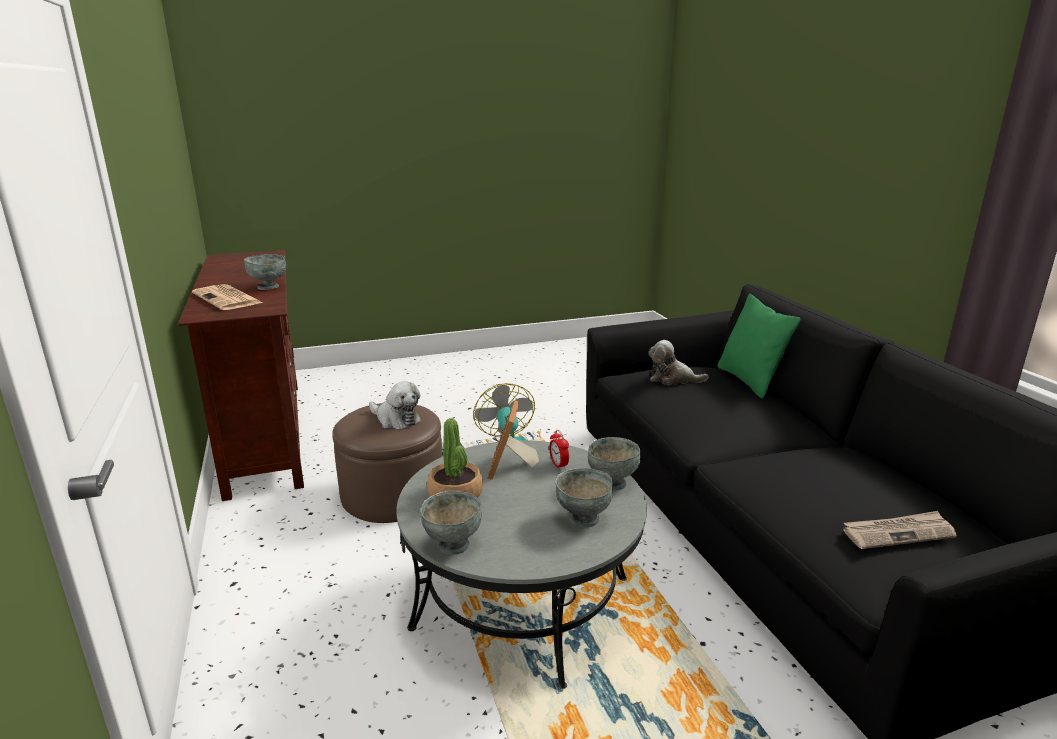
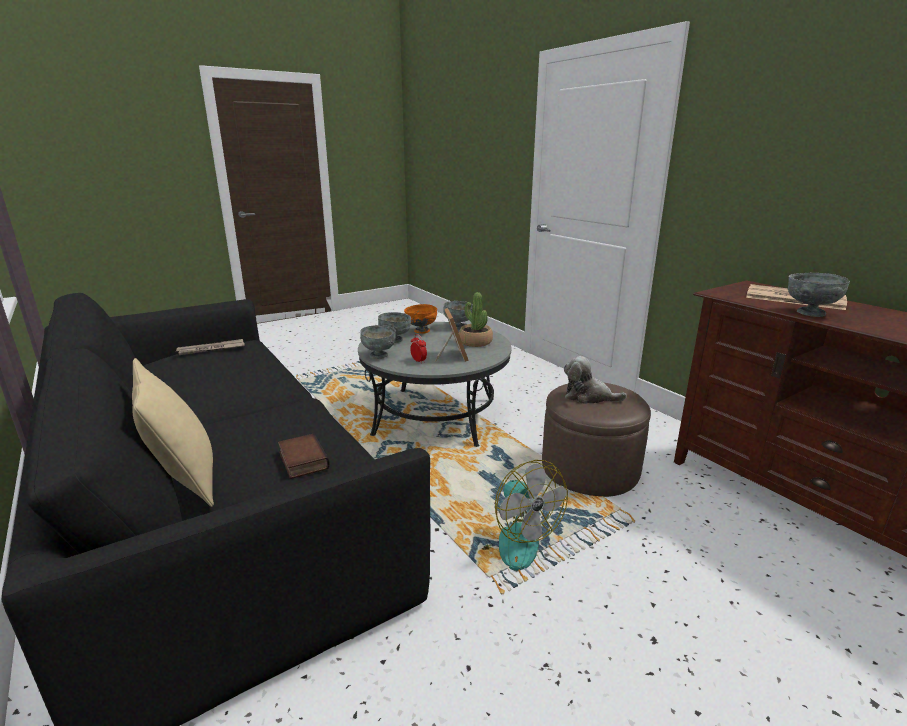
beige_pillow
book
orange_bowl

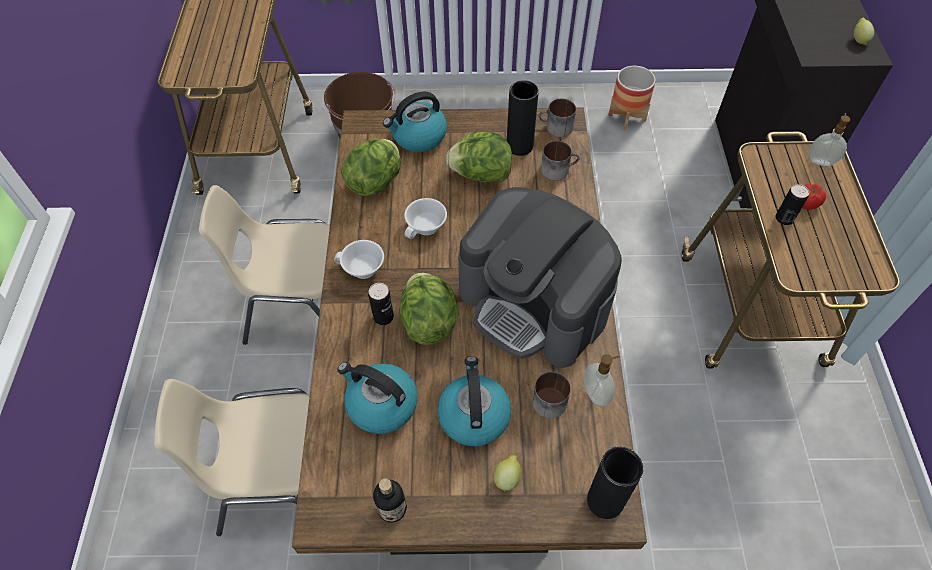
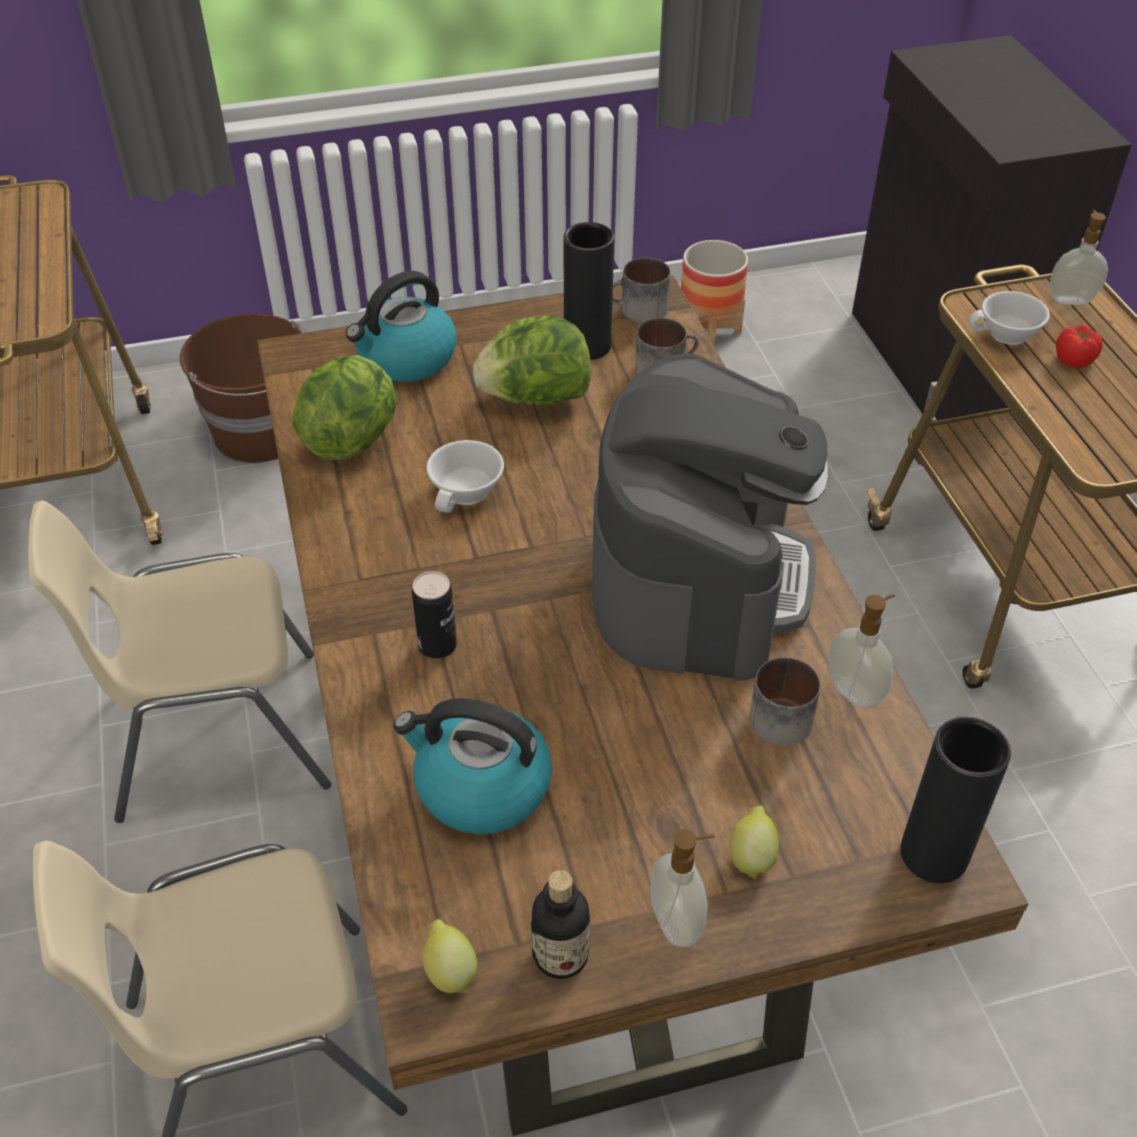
lemon (1st from left)
can (2nd from left in the first image)
coffee_machine
white_cup (2nd from left)
lettuce (2nd from left in the first image)
kettle (3rd from left in the first image)
soap_dispenser (1st from left)

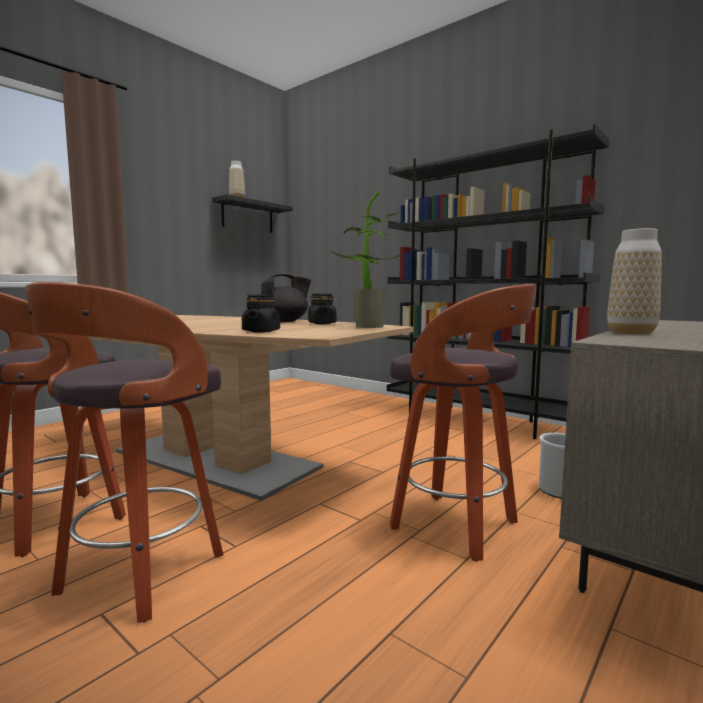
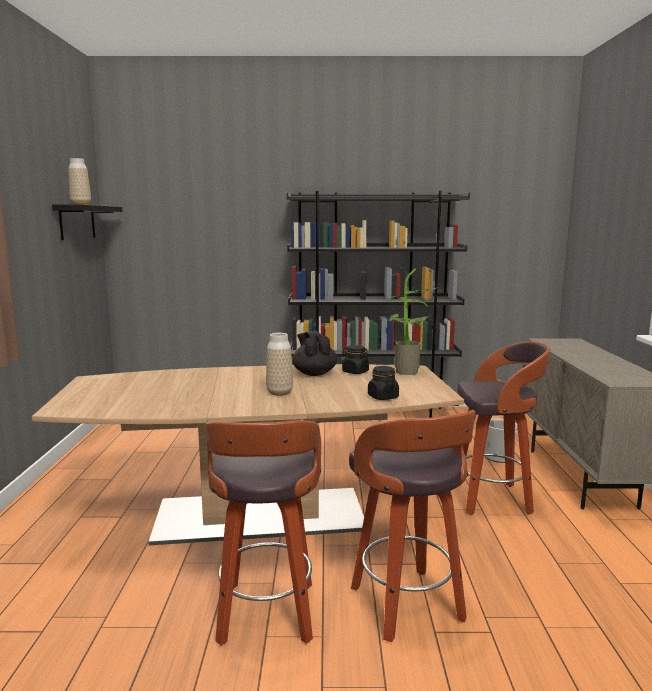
vase (2nd from left)
black_teapot

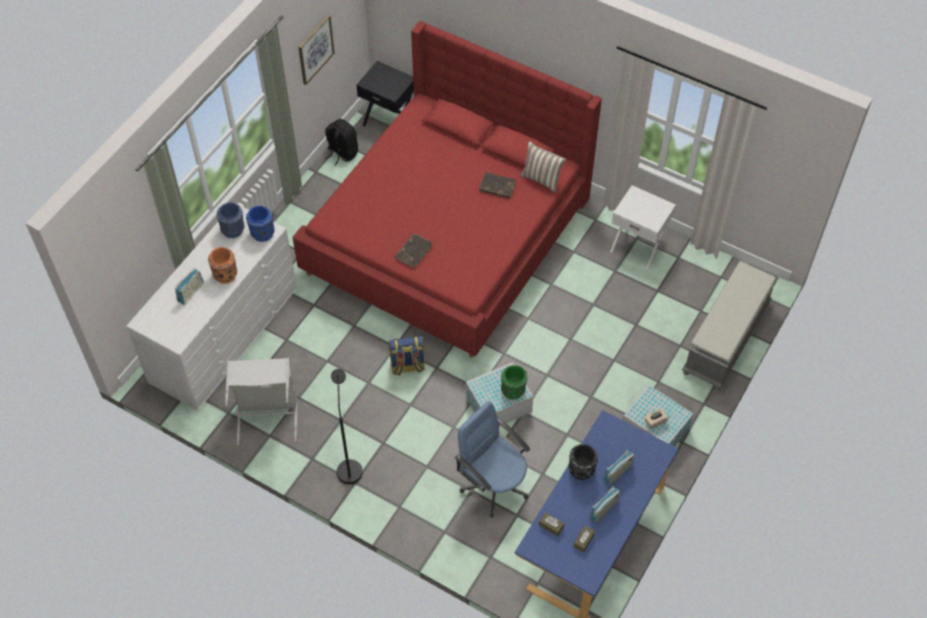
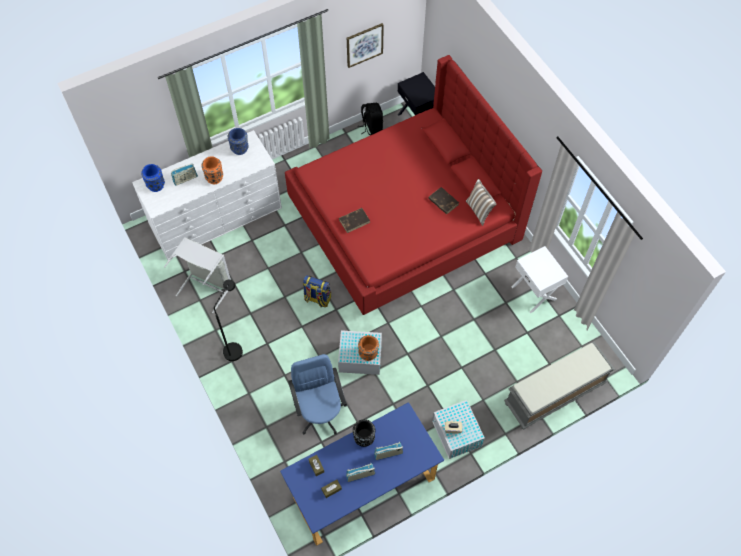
blue_vase (1st from left)
orange_vase (2nd from left)

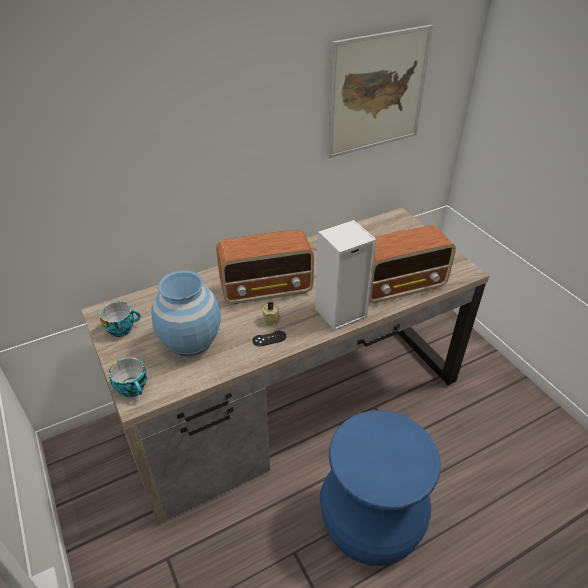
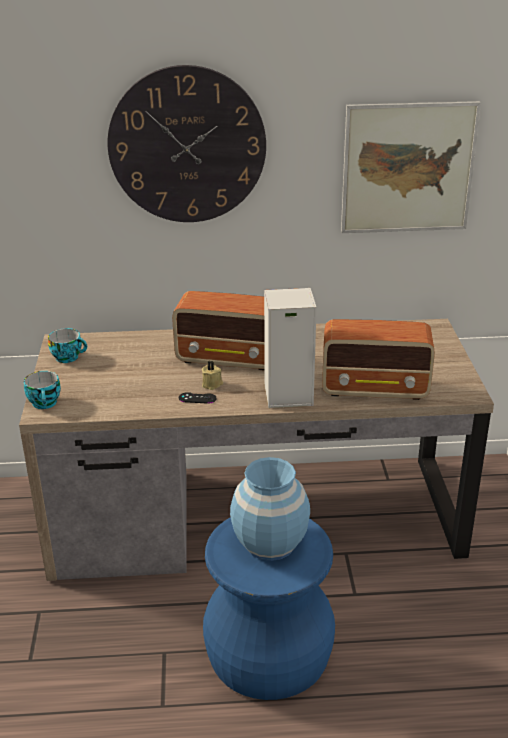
blue_vase
wall_clock

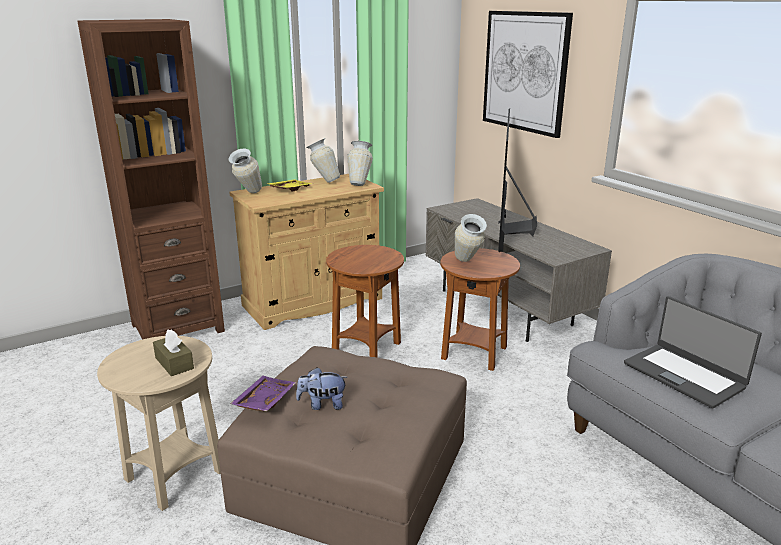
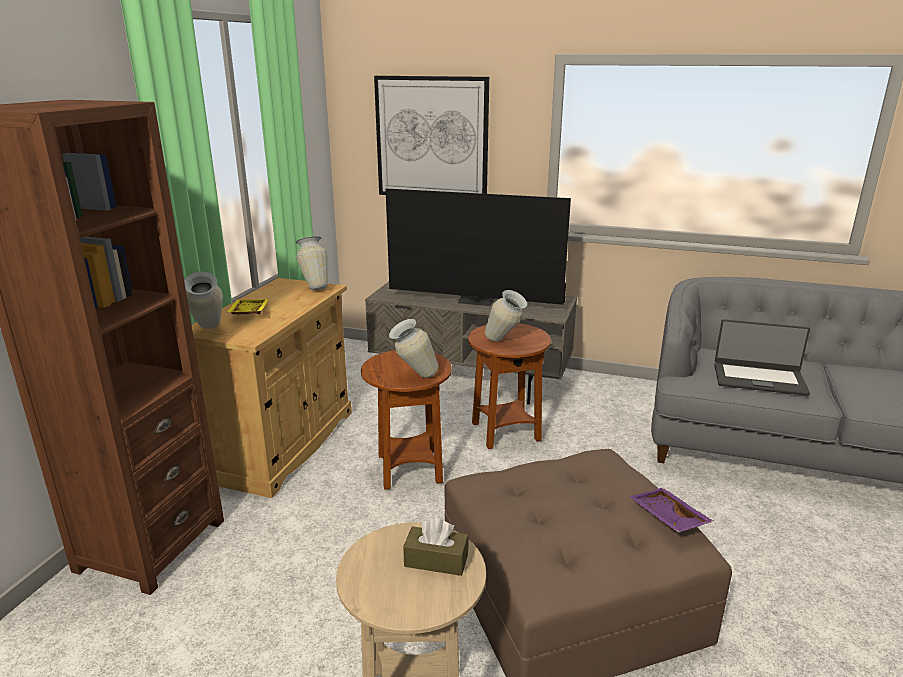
television
vase (3rd from left)
plush_toy
purple_tray

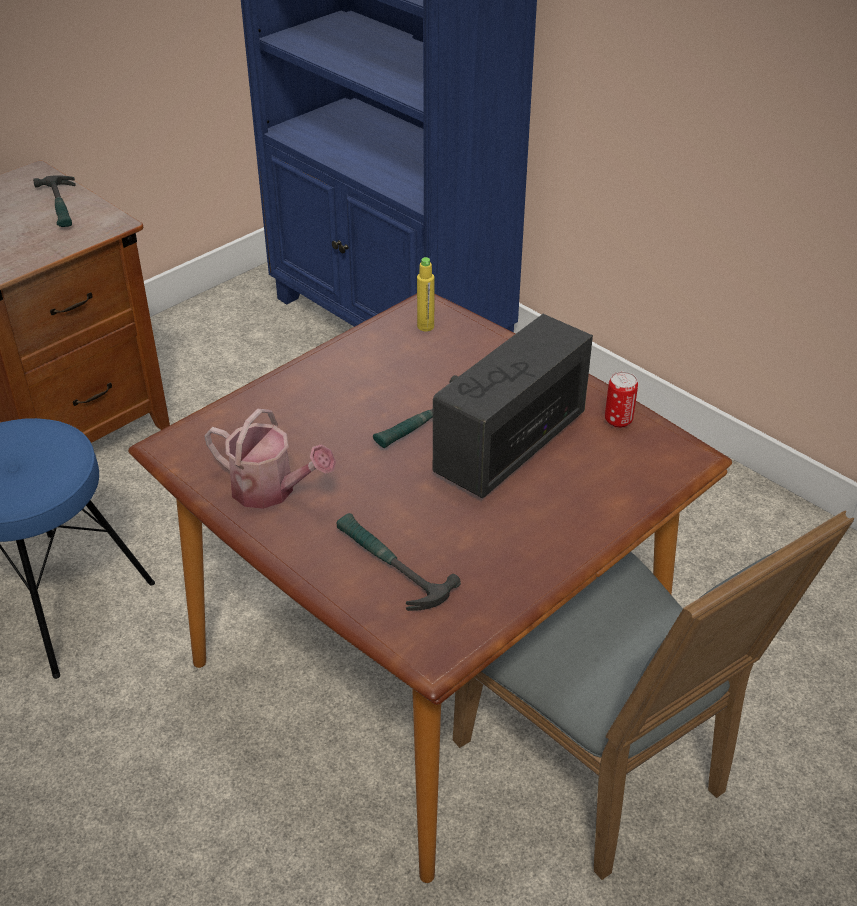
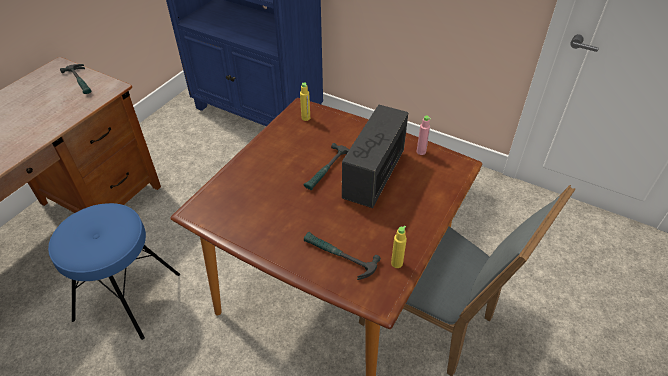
pink_bottle
watering_can
yellow_bottle (2nd from left)

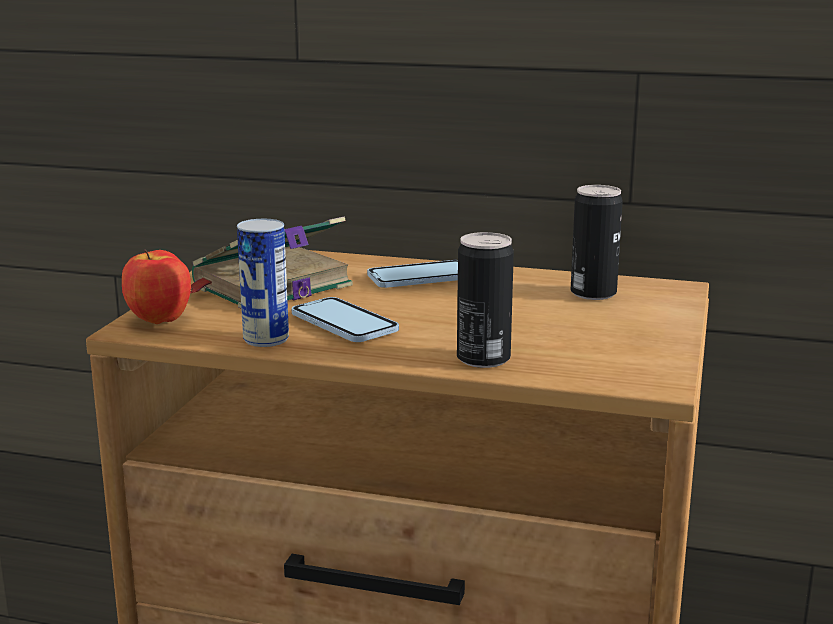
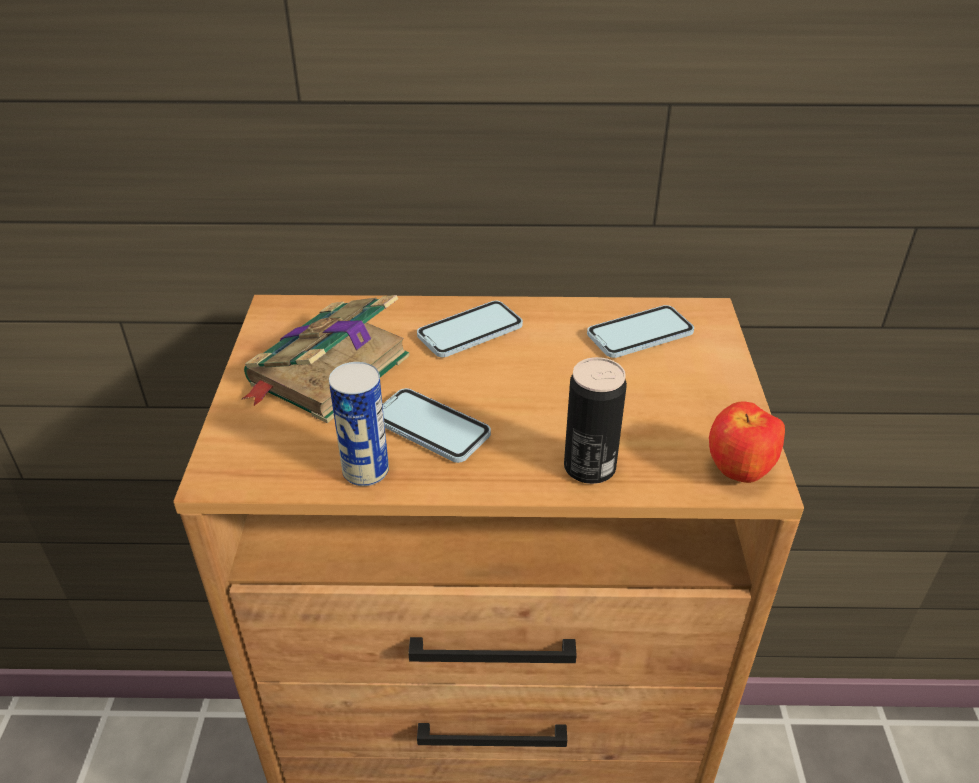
phone (3rd from left)
apple

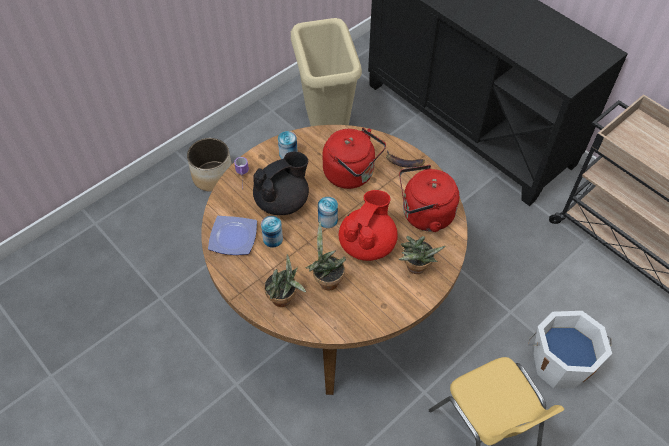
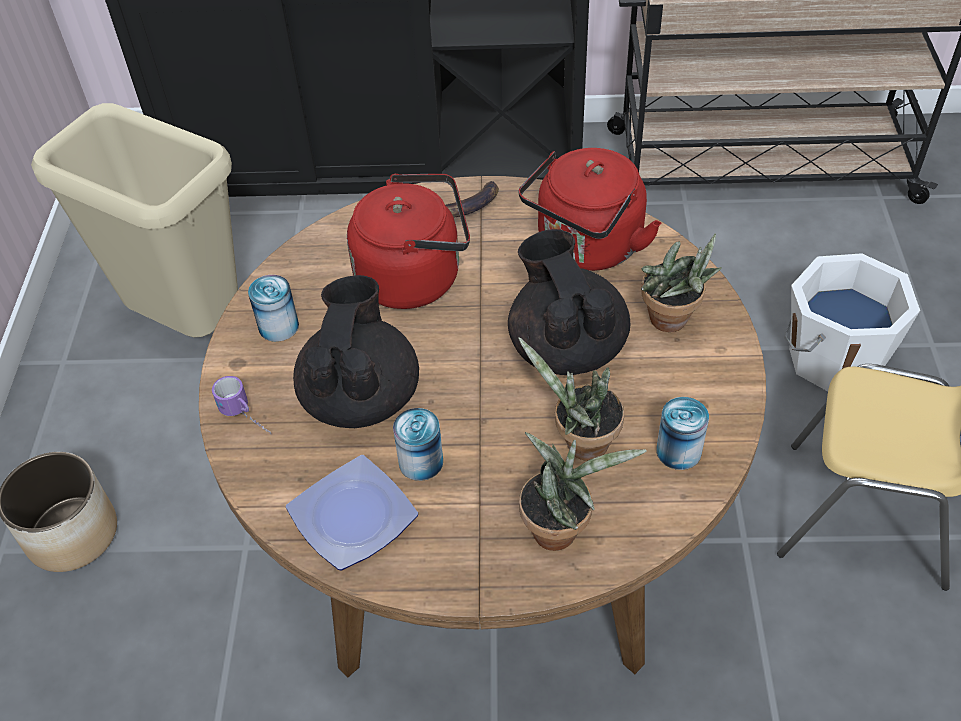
black_teapot (2nd from left)
can (3rd from left)

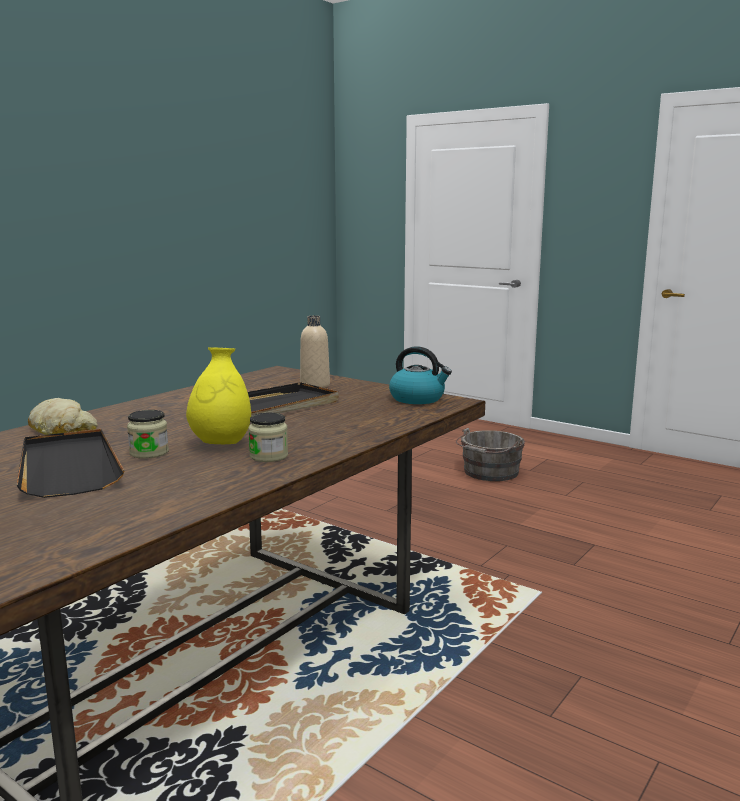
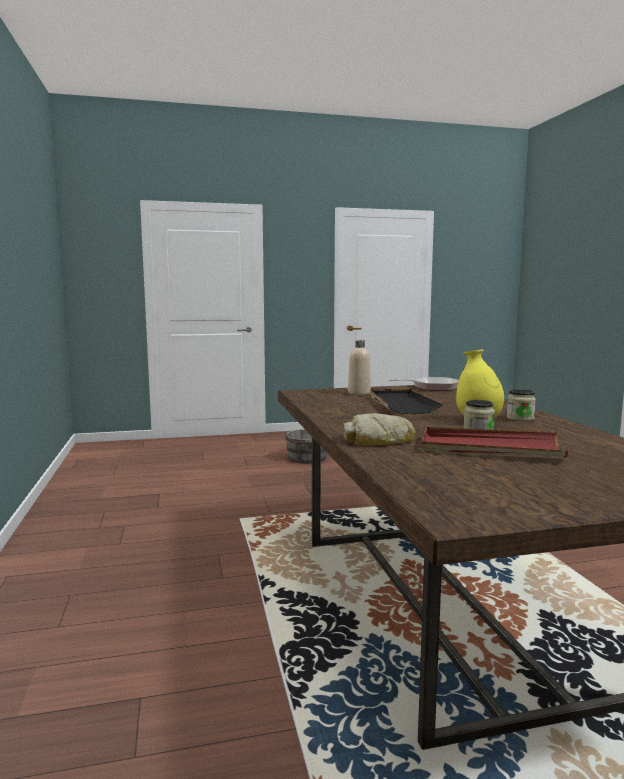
frying_pan
red_tray

